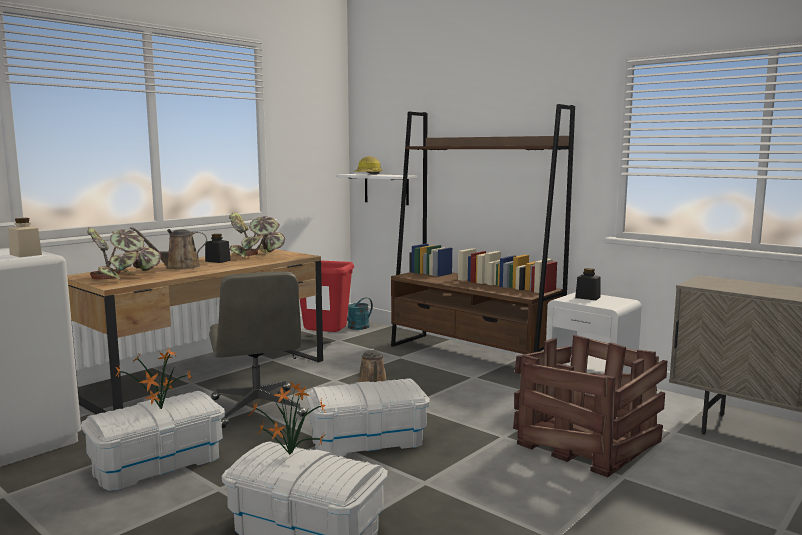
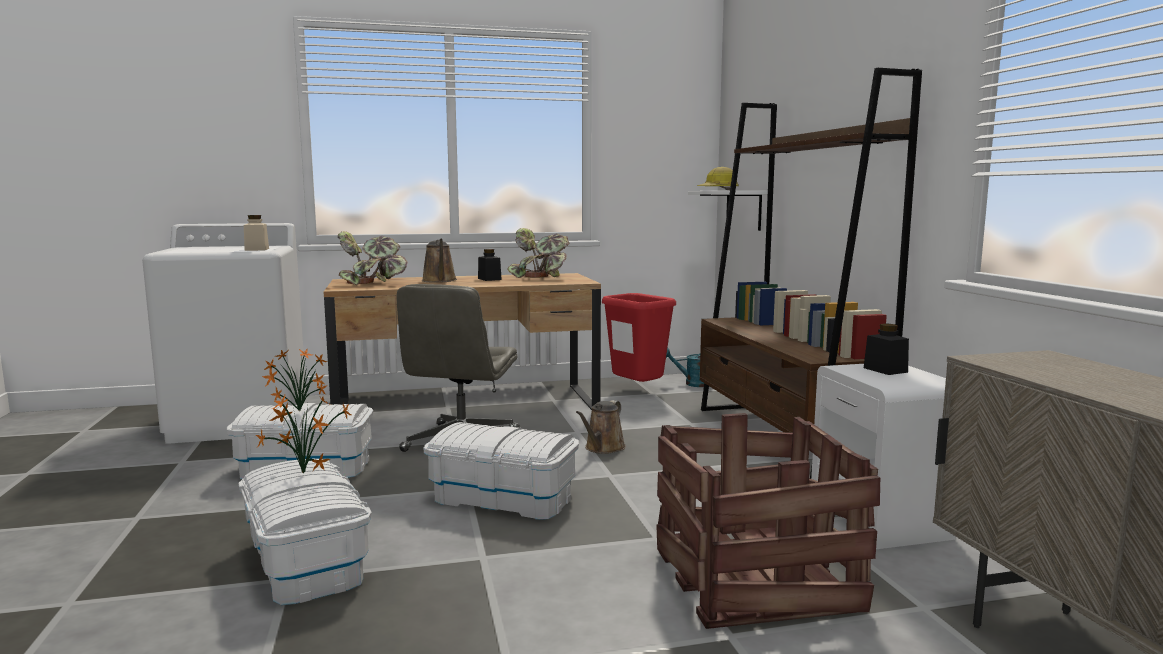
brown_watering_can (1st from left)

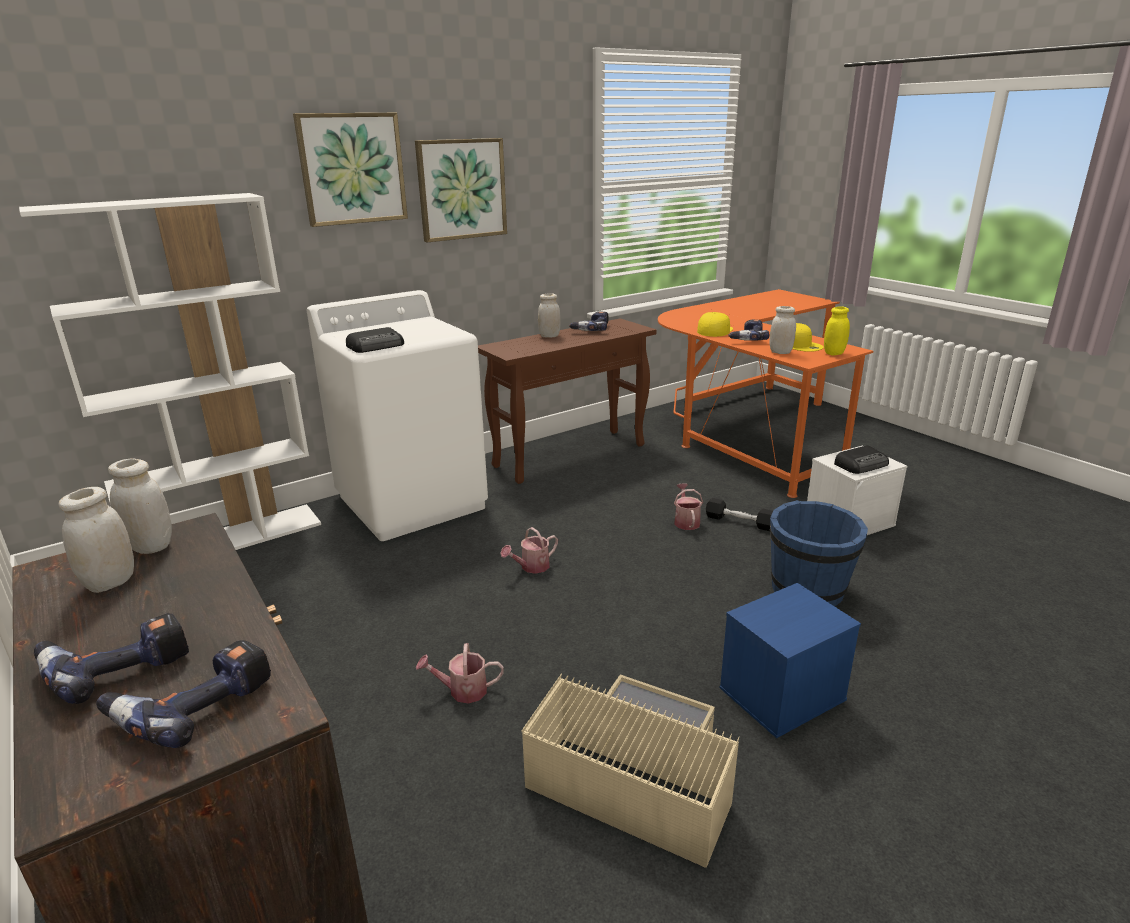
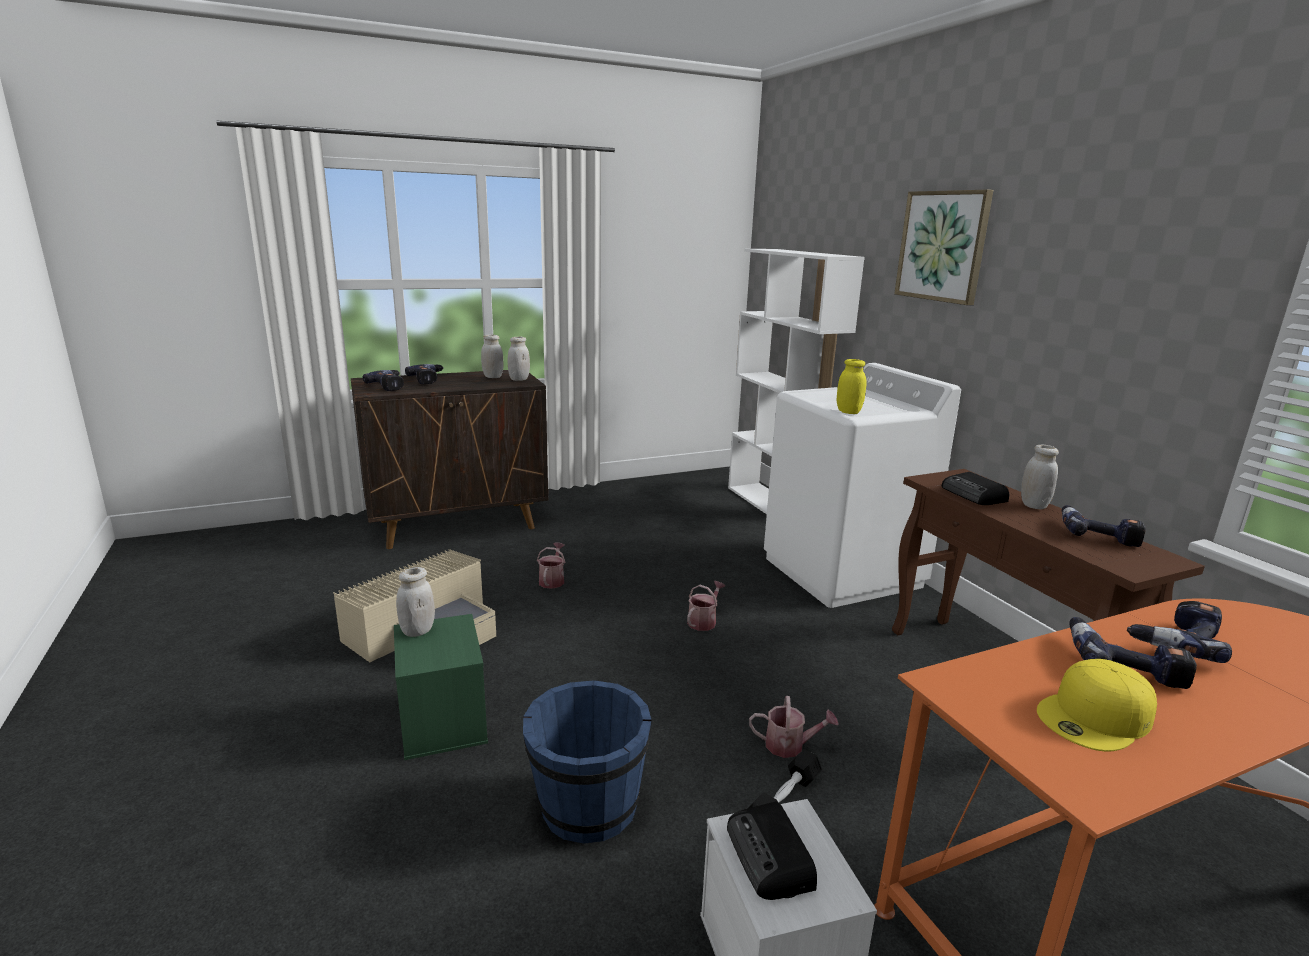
picture (2nd from left in the first image)
white_jar (1st from left)
yellow_jar
power_drill (5th from left)
radio (2nd from left)
watering_can (2nd from left)
green_storage_box

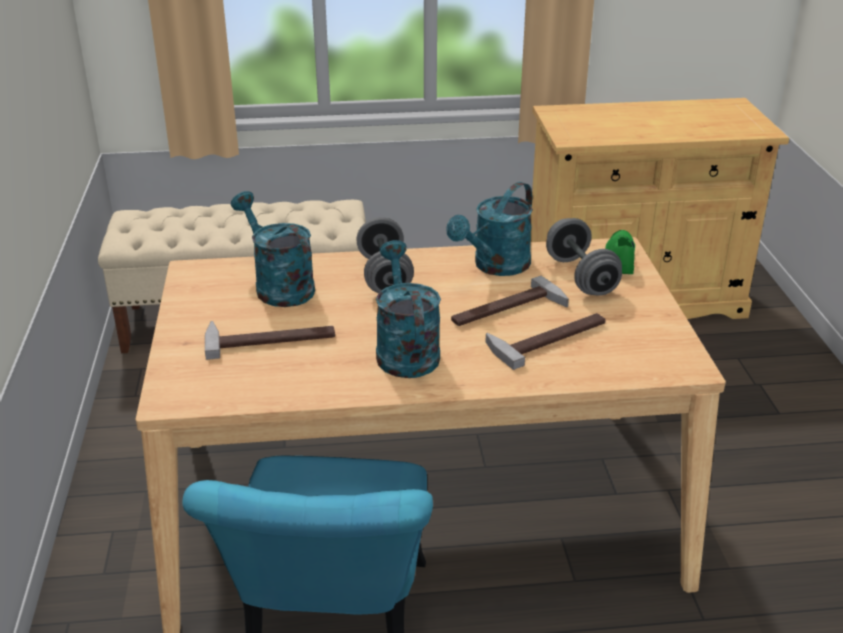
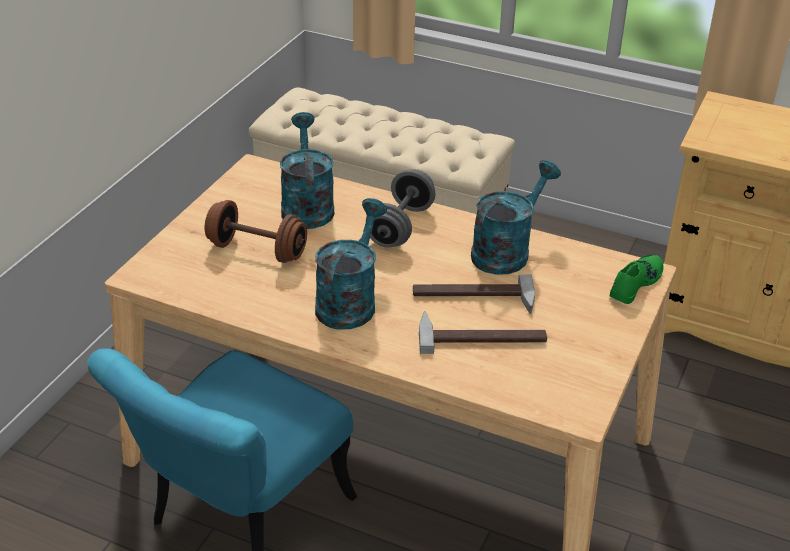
turquoise_watering_can (3rd from left)
grey_dumbbell (2nd from left in the first image)
brown_dumbbell

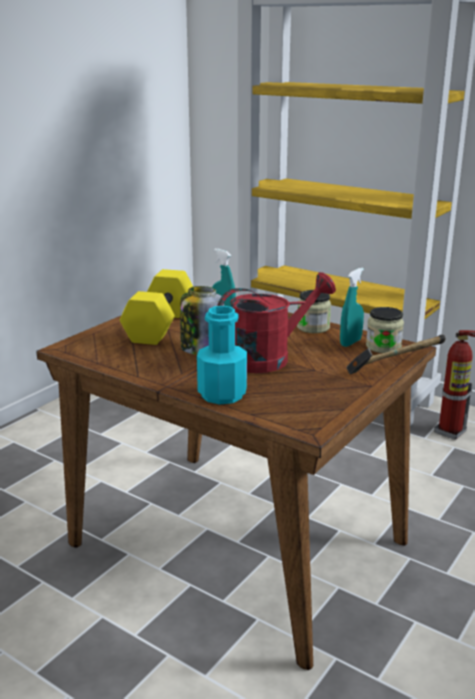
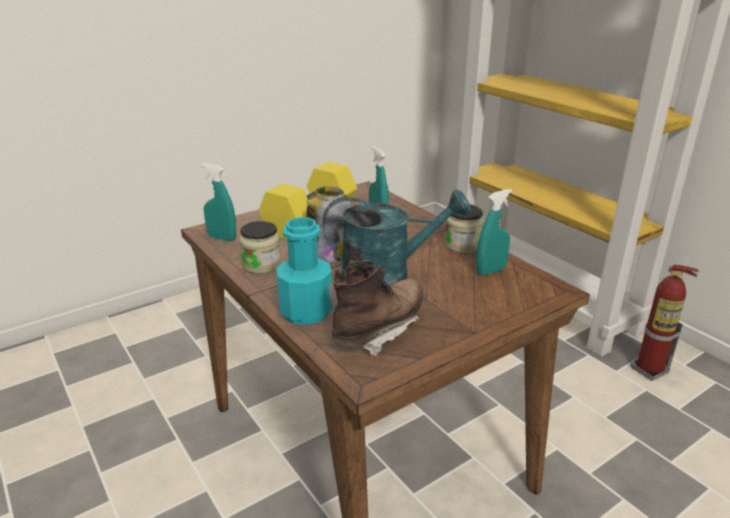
turquoise_watering_can
jar (1st from left)
hammer
turquoise_spray_bottle (1st from left)
brown_boot

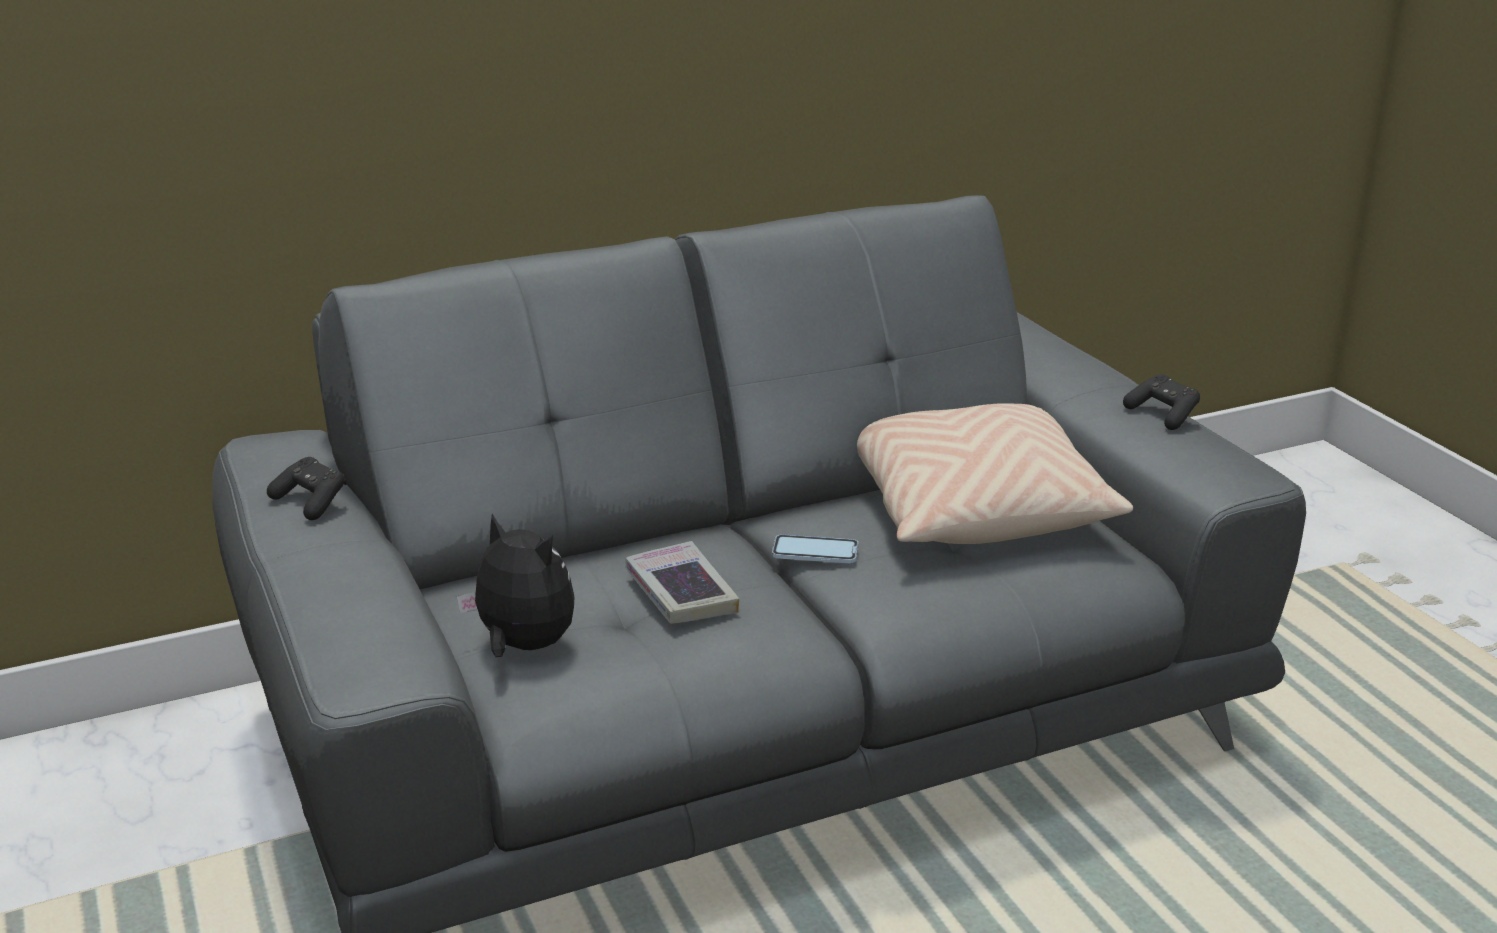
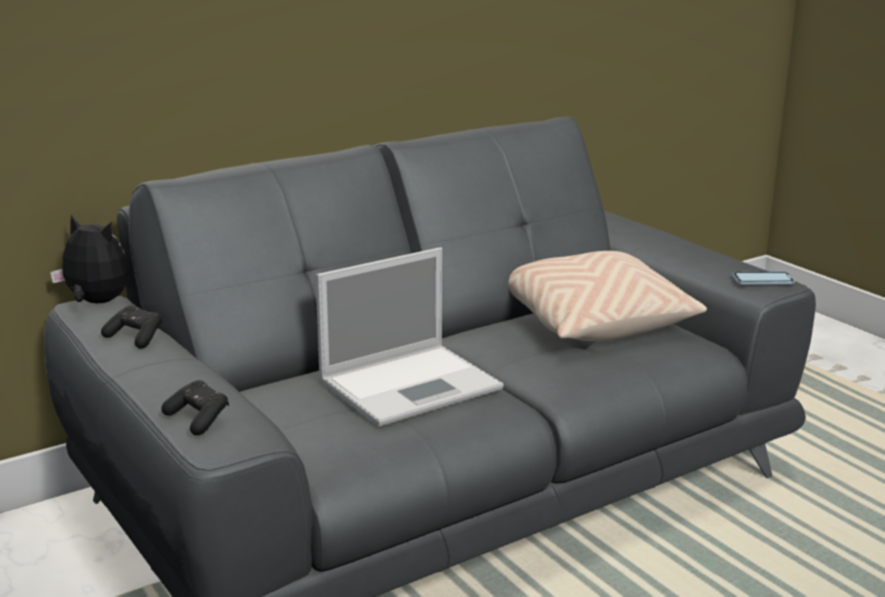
black_game_controller (2nd from left)
plush_toy
phone
laptop

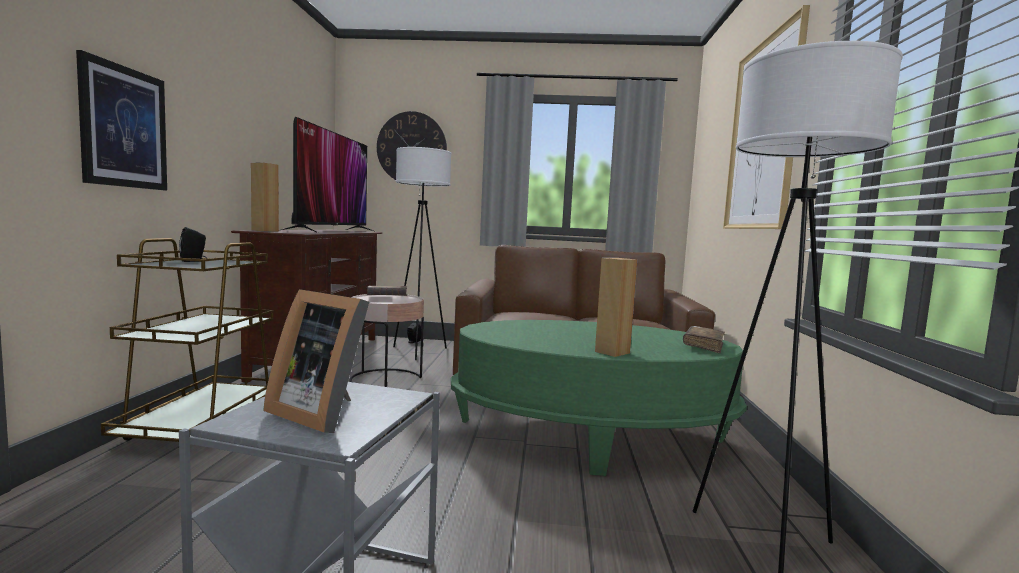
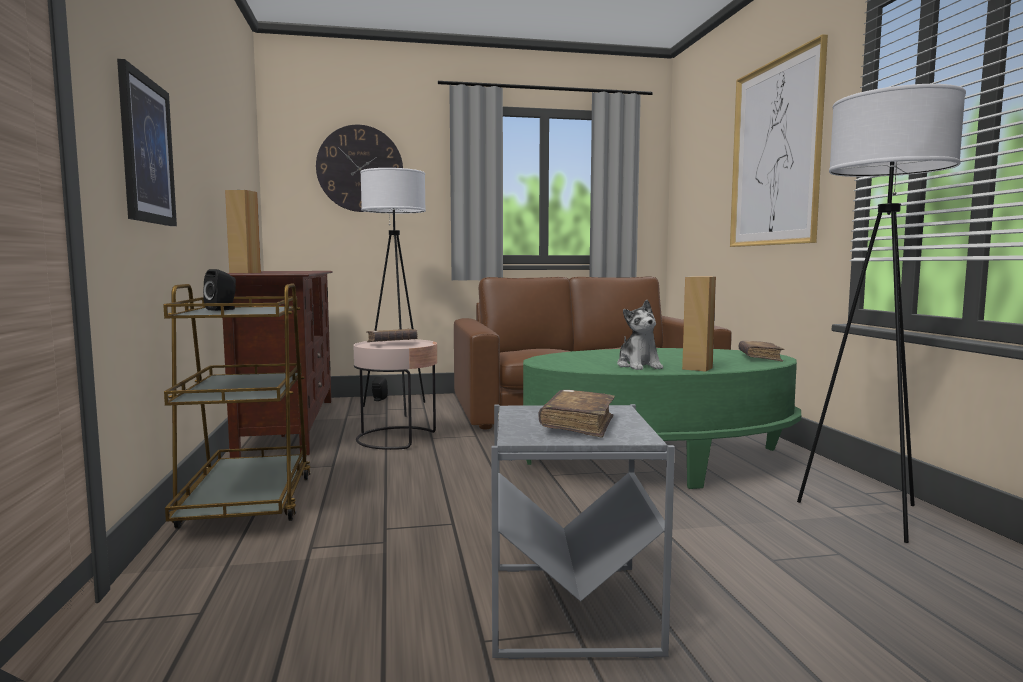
television
brown_book (2nd from left)
plush_toy

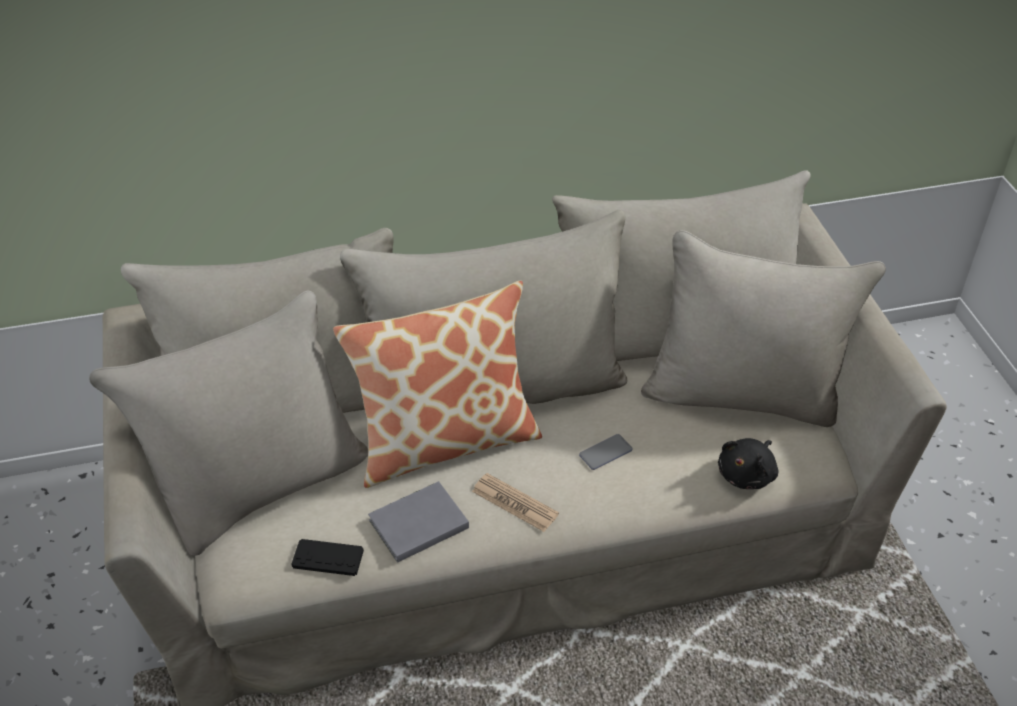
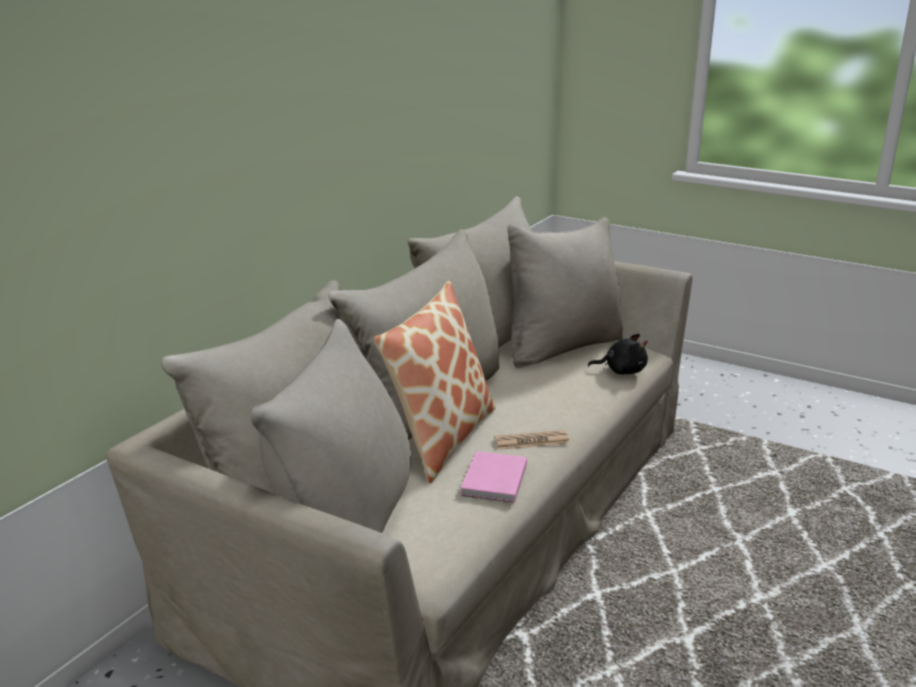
phone
black_plush_toy
pink_book
black_game_controller

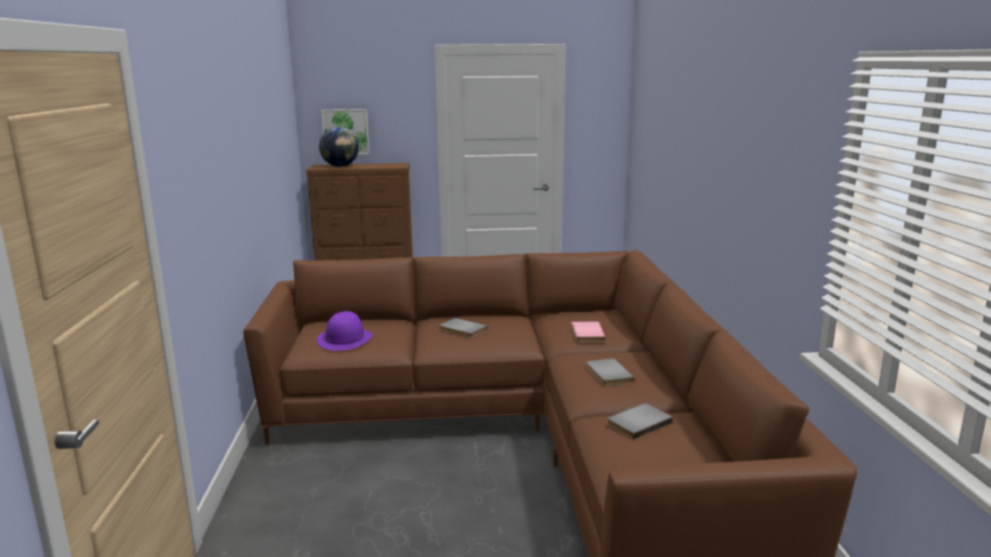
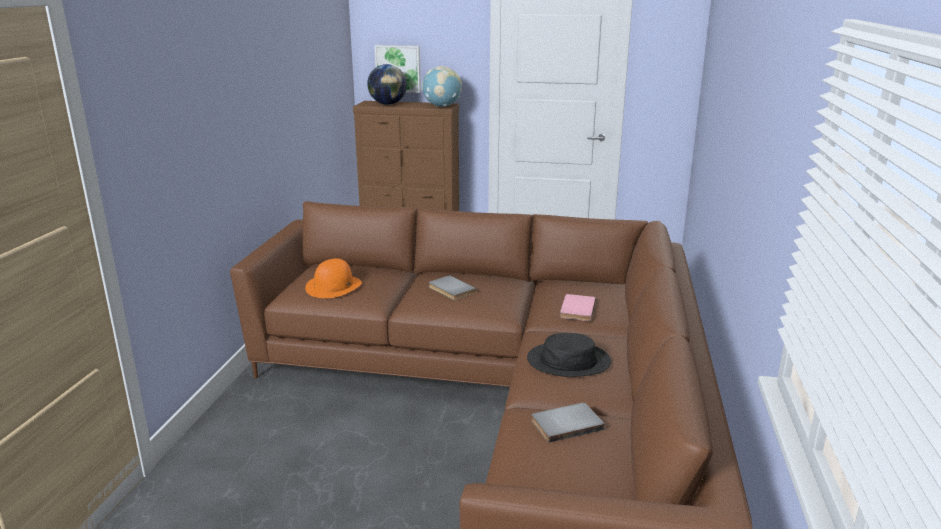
orange_hat
black_hat
globe (2nd from left)

